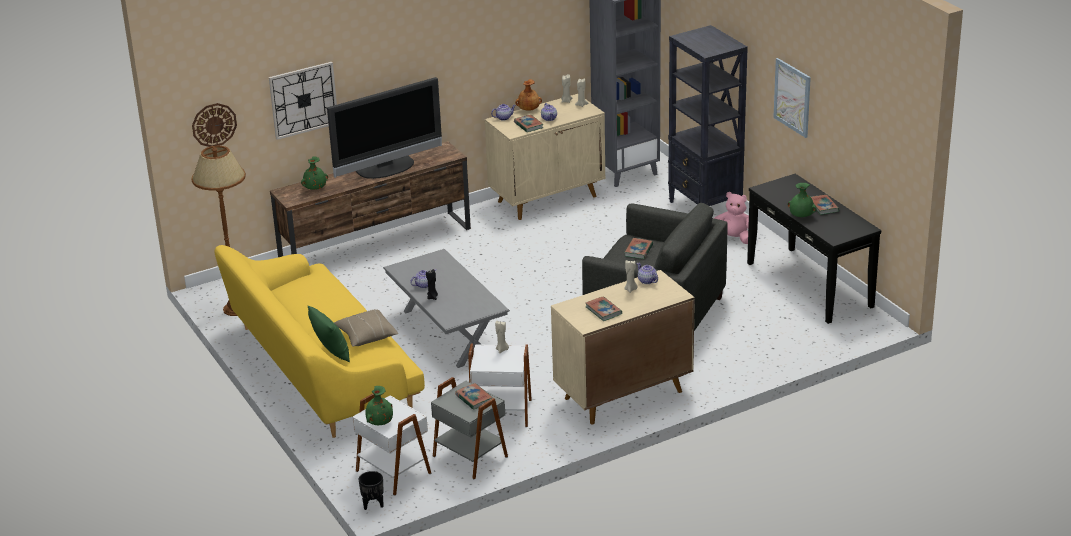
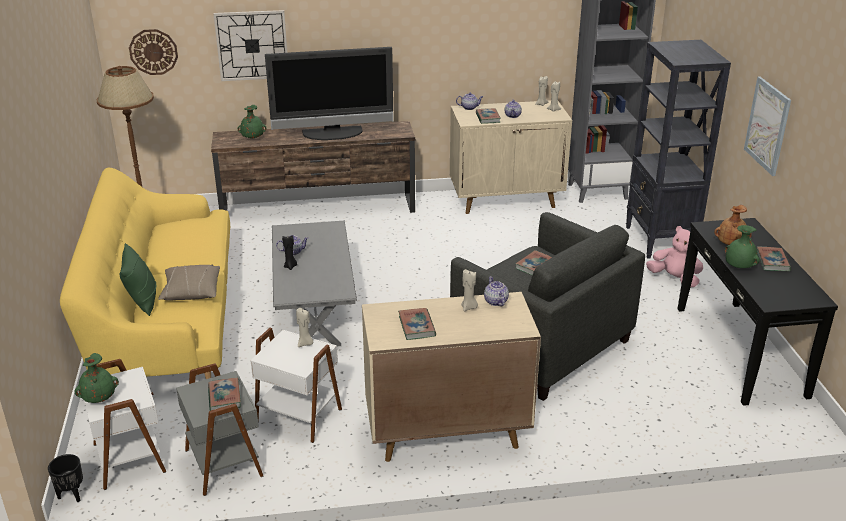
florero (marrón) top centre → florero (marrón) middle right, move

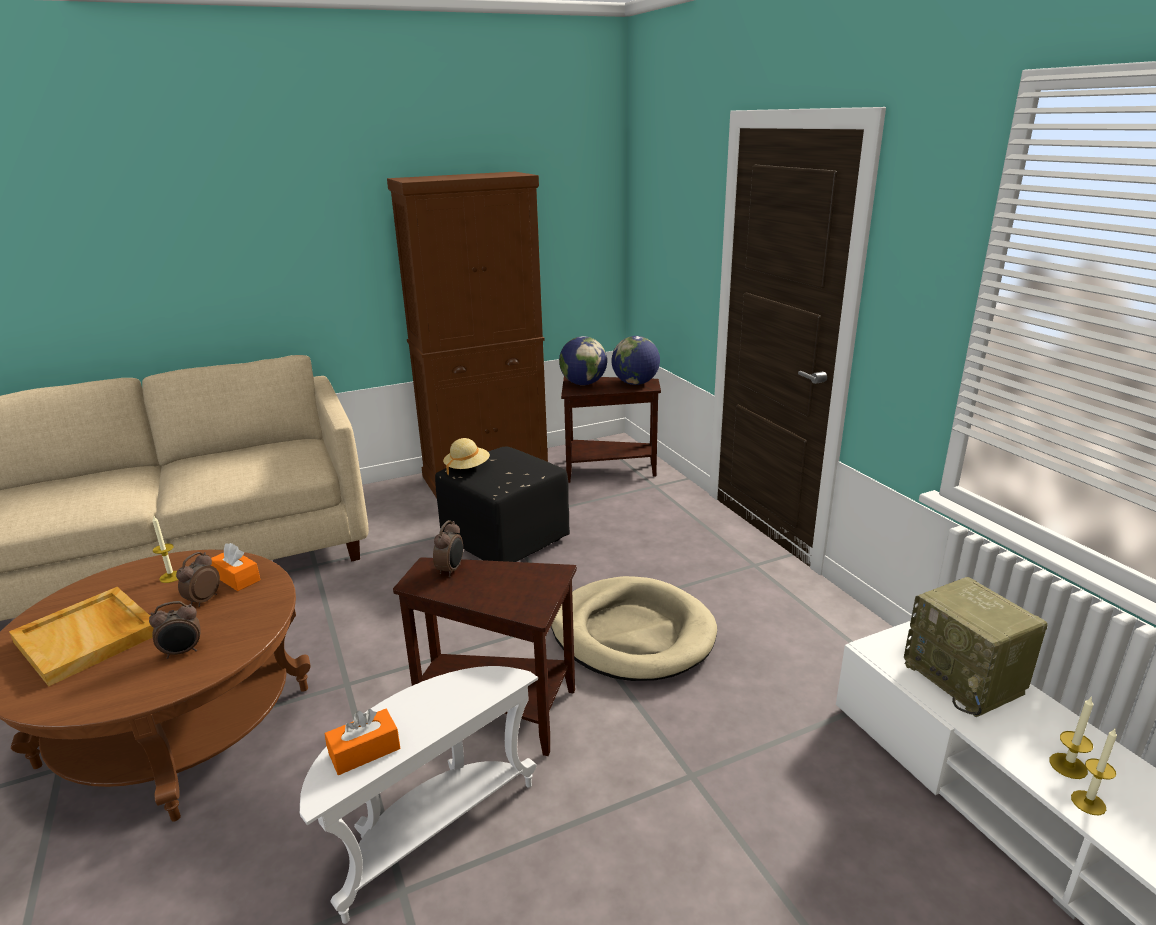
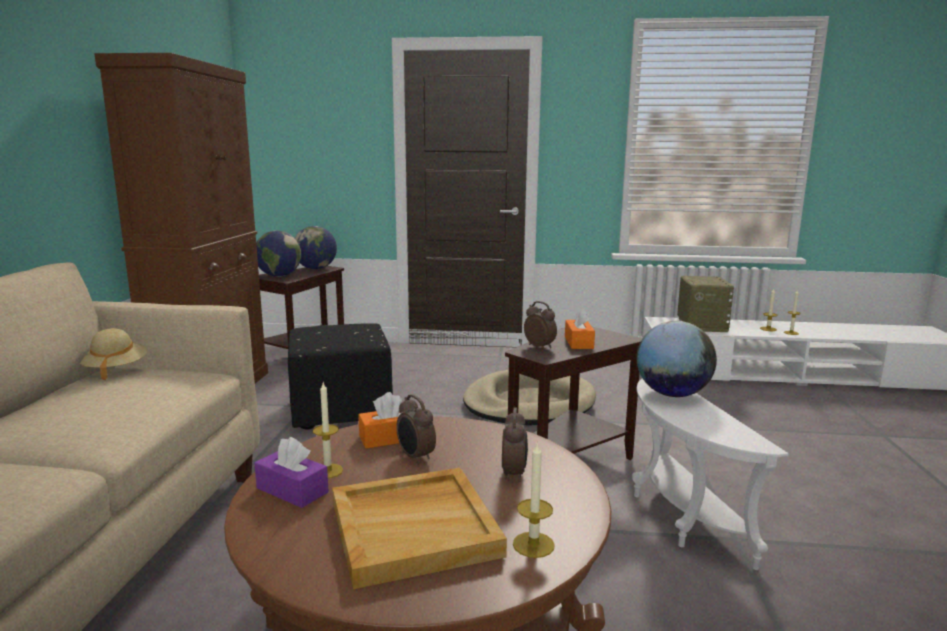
caja de pañuelos (naranja) (2nd from left) bottom left → caja de pañuelos (naranja) (2nd from left) centre, move
sombrero (beis) centre → sombrero (beis) middle left, move
radio bottom right → radio middle right, 90 degrees counterclockwise
- → caja de pañuelos (morado) bottom left
- → vela (2nd from left) bottom centre
- → globo terráqueo (3rd from left) middle right

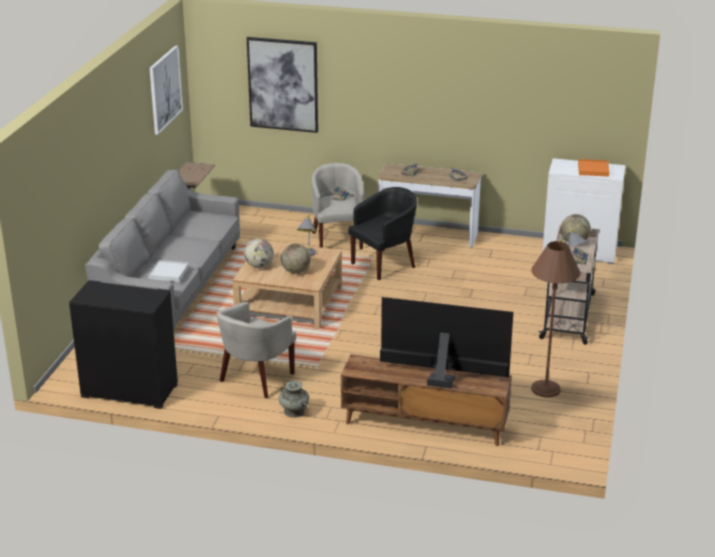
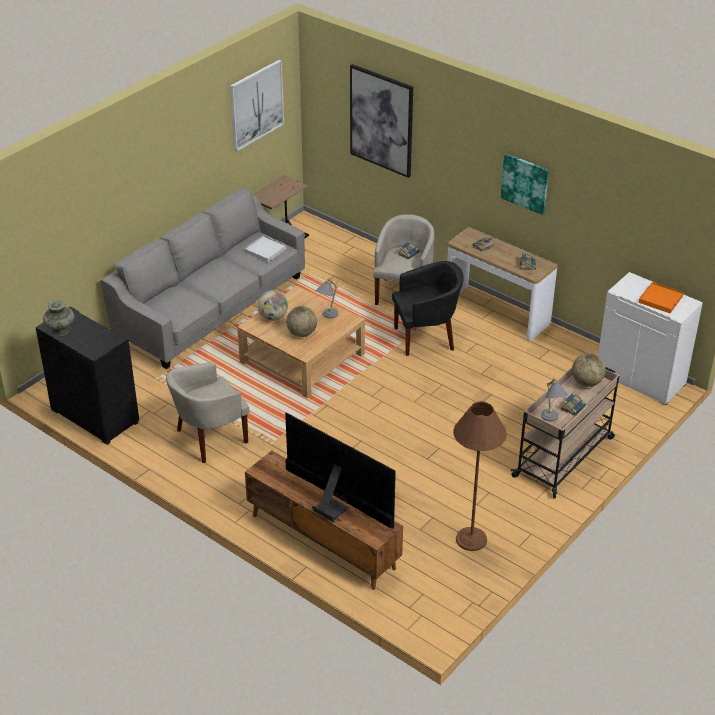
bandeja (blanco) middle left → bandeja (blanco) centre, move
florero (turquesa) bottom centre → florero (turquesa) middle left, move
- → cuadro (3rd from left) top right

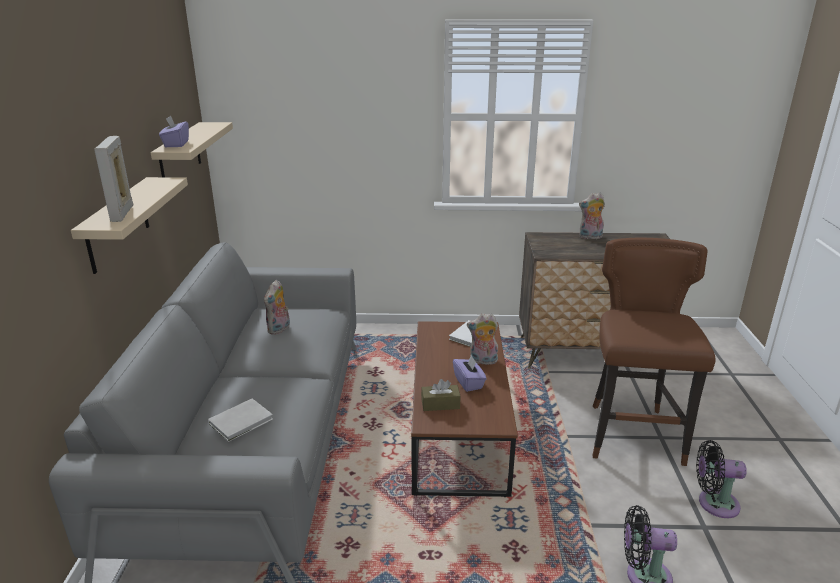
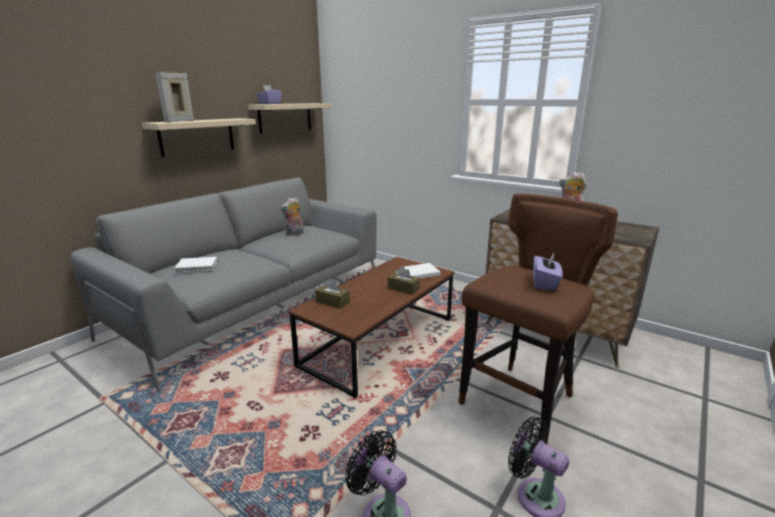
caja de pañuelos (morado) (2nd from left) centre → caja de pañuelos (morado) (2nd from left) middle right, move
peluche (2nd from left) centre → caja de pañuelos (marrón) (2nd from left) centre

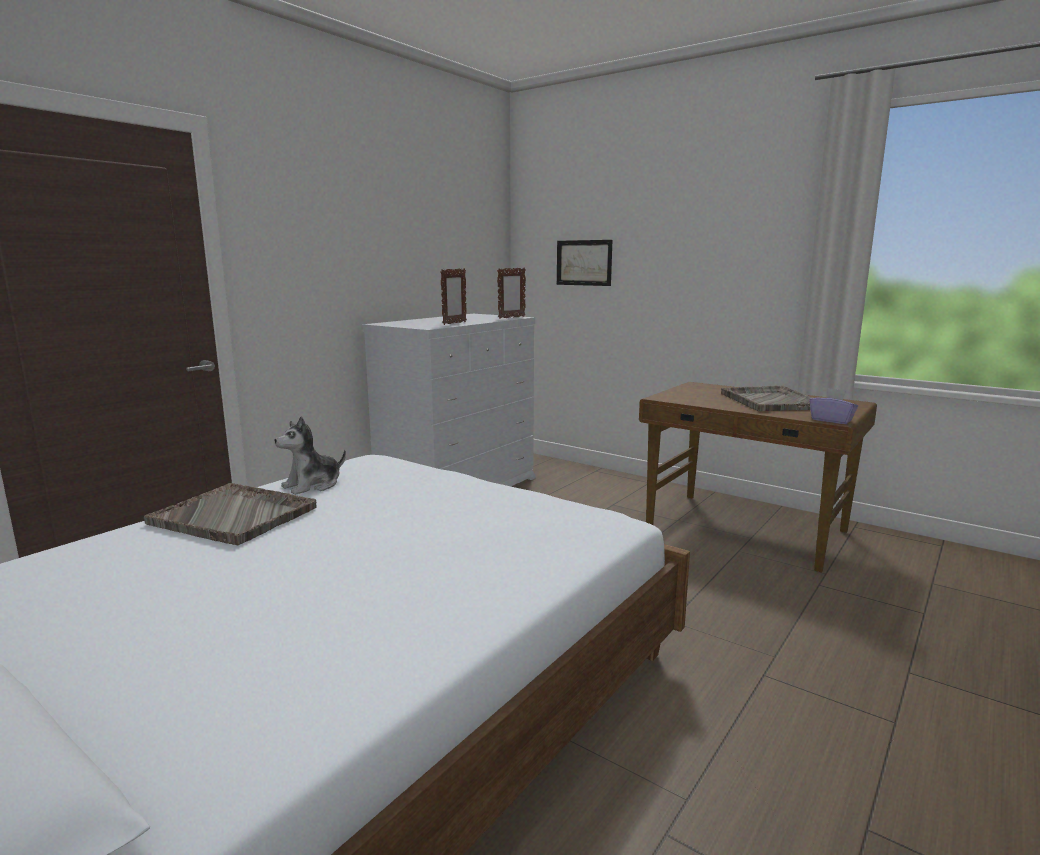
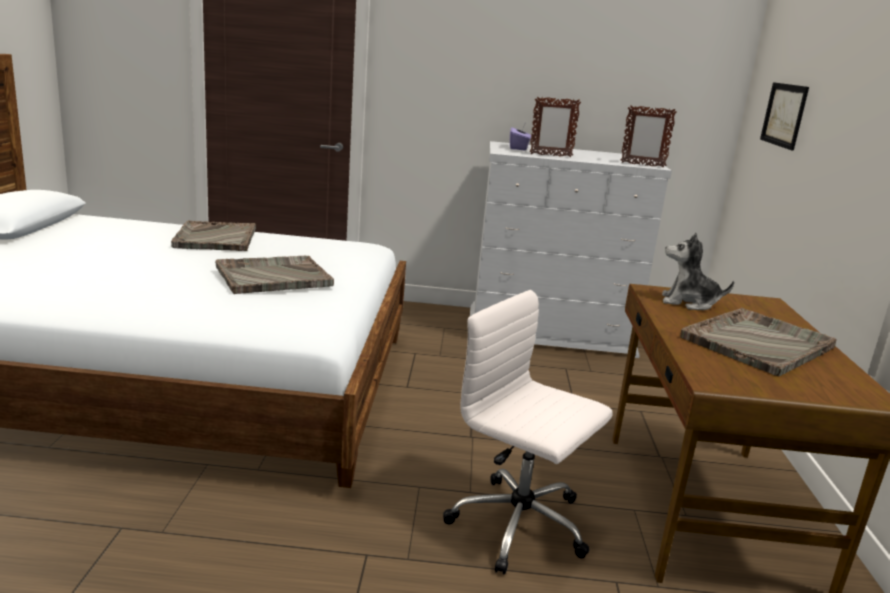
peluche middle left → peluche middle right, move
caja de pañuelos (morado) middle right → caja de pañuelos (morado) top centre, move
- → bandeja (gris) (2nd from left) middle left
- → silla de oficina (blanco) bottom centre

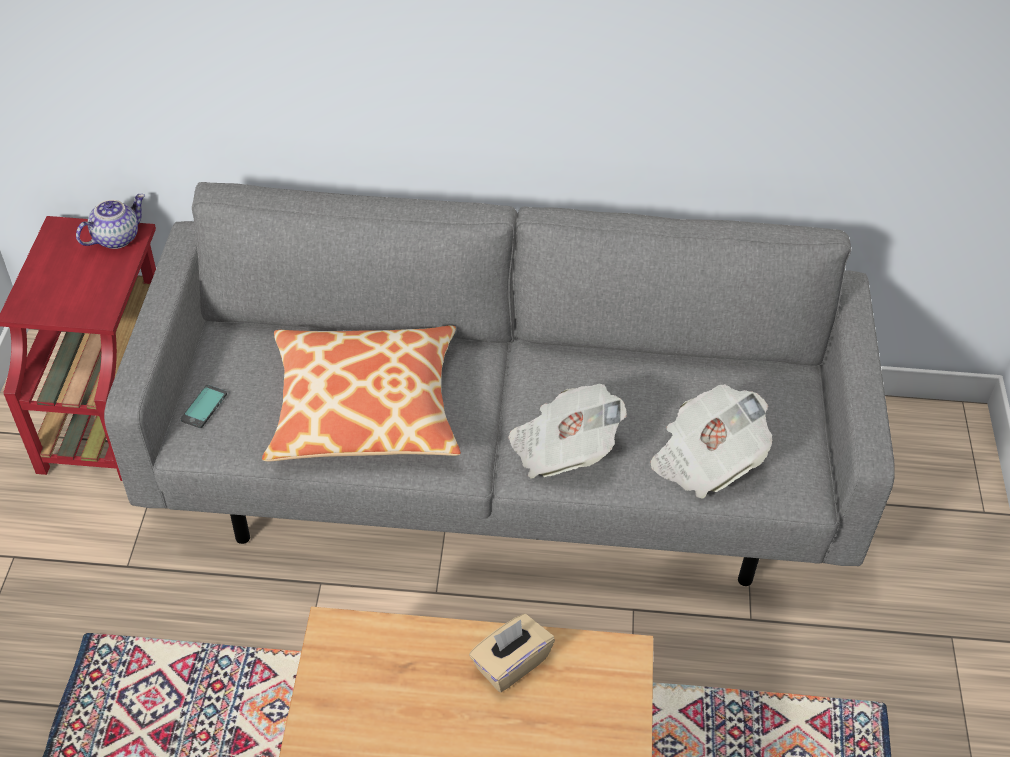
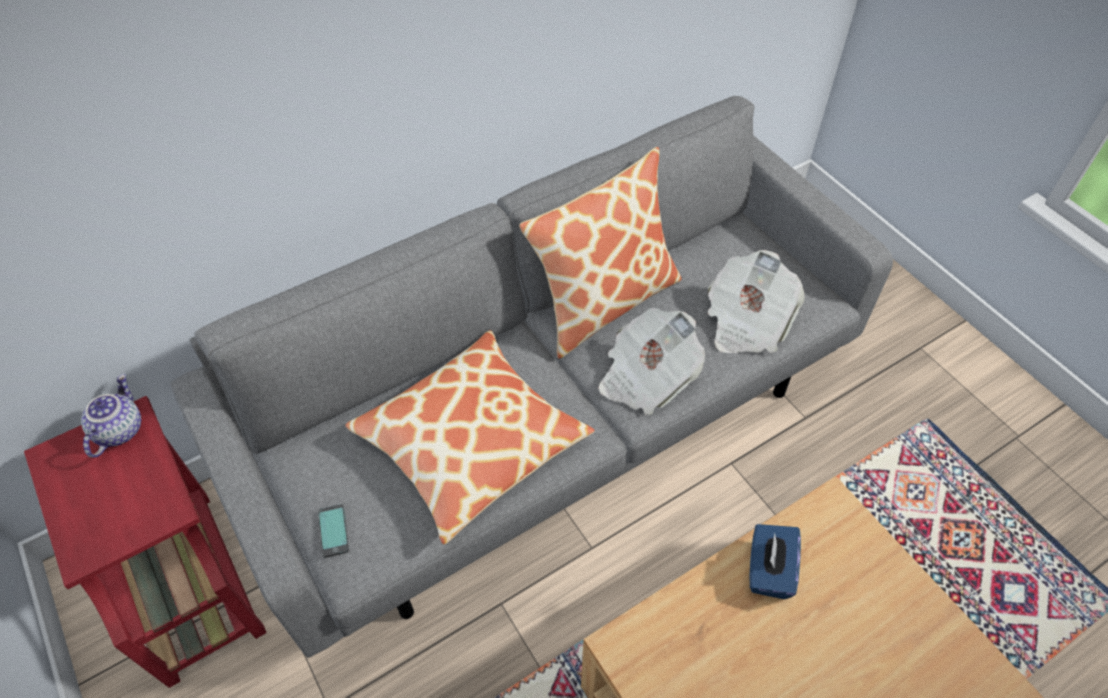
caja de pañuelos (beis) bottom centre → caja de pañuelos (azul) bottom right
- → cojín (2nd from left) centre

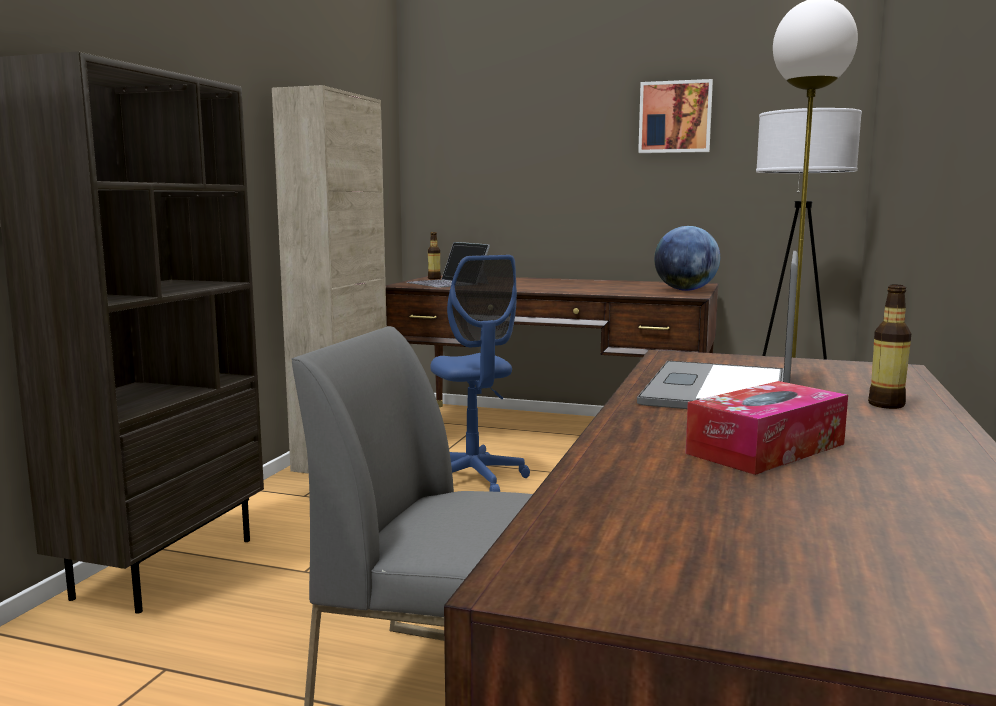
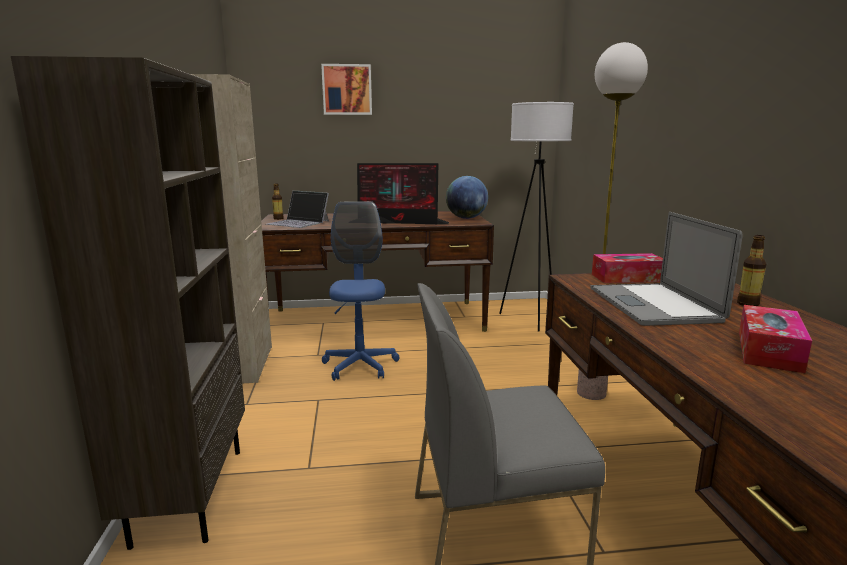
silla de oficina (azul) centre, 135 degrees counterclockwise
cuadro top right → cuadro top centre, move
- → monitor centre
- → caja de pañuelos (1st from left) middle right

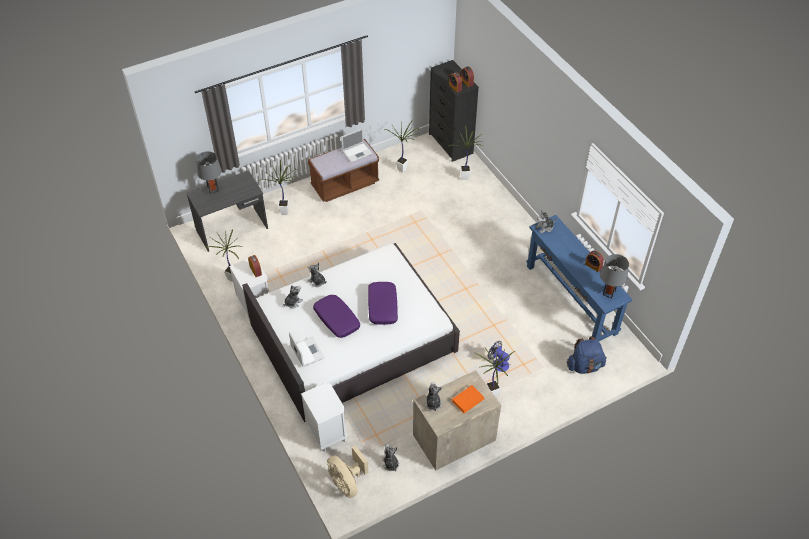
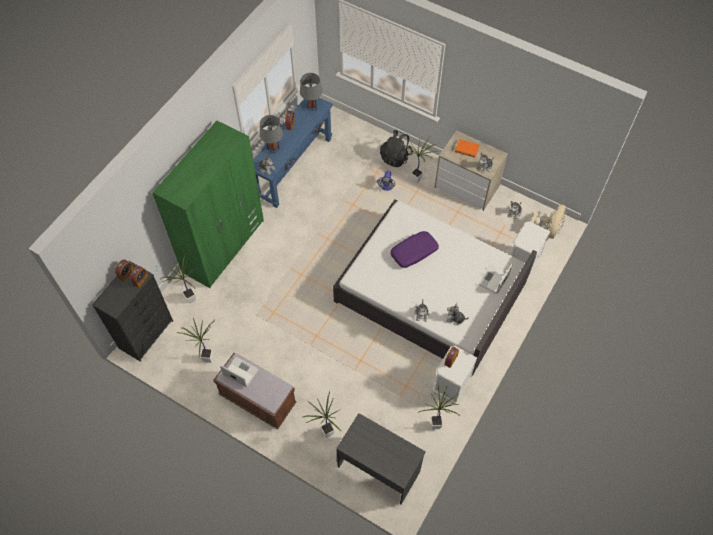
lámpara de mesa (gris) (1st from left) top left → lámpara de mesa (gris) (1st from left) top centre, move
cojín (morado) (1st from left) centre → -
mochila (azul) middle right → -
- → armario ropero (verde) middle left
- → mochila (negro) top centre

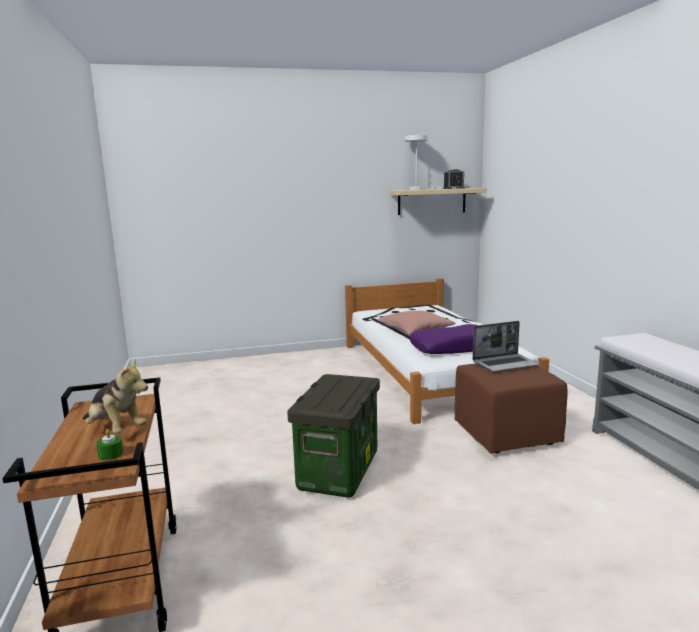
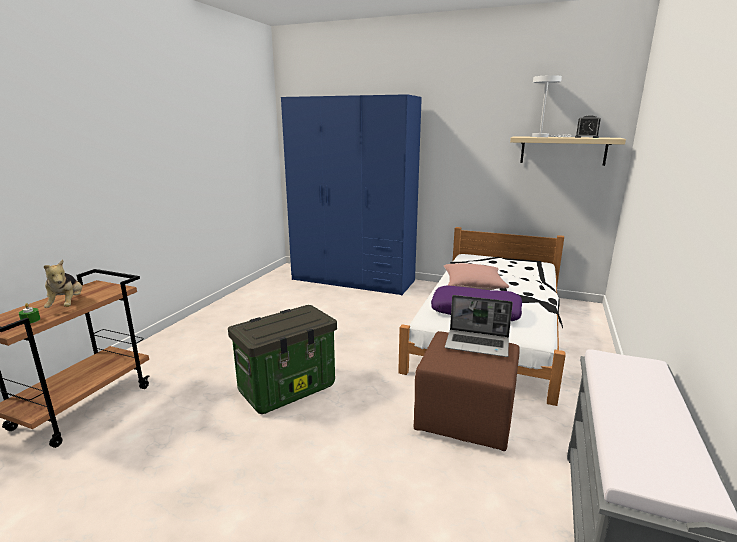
- → armario ropero (azul) centre

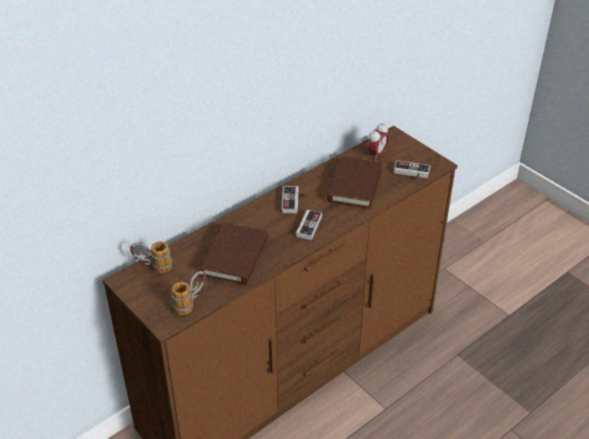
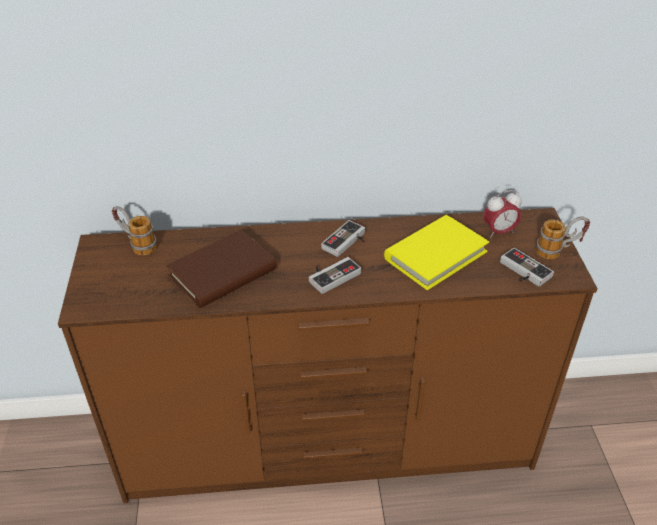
taza grande (2nd from left) bottom left → taza grande (2nd from left) middle right, move
libro (marrón) (2nd from left) centre → libro (amarillo) centre

